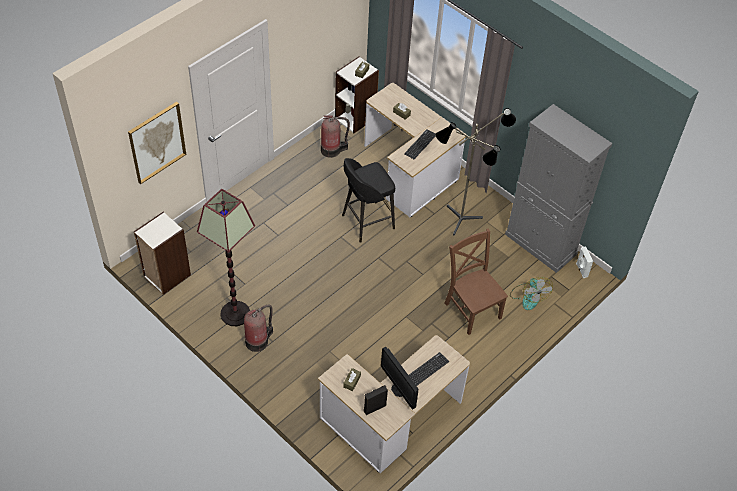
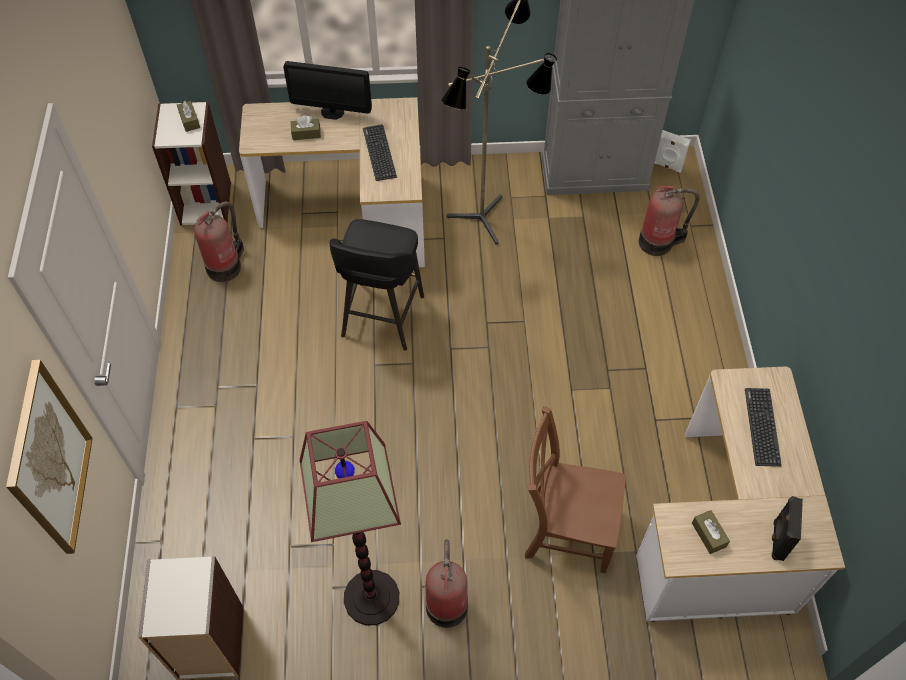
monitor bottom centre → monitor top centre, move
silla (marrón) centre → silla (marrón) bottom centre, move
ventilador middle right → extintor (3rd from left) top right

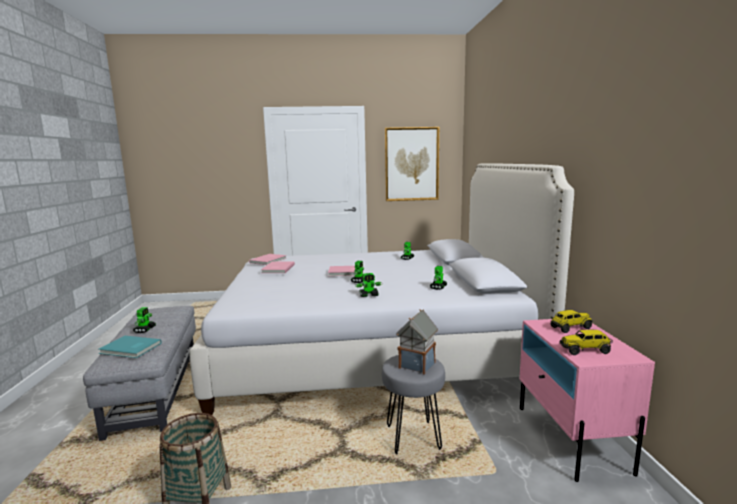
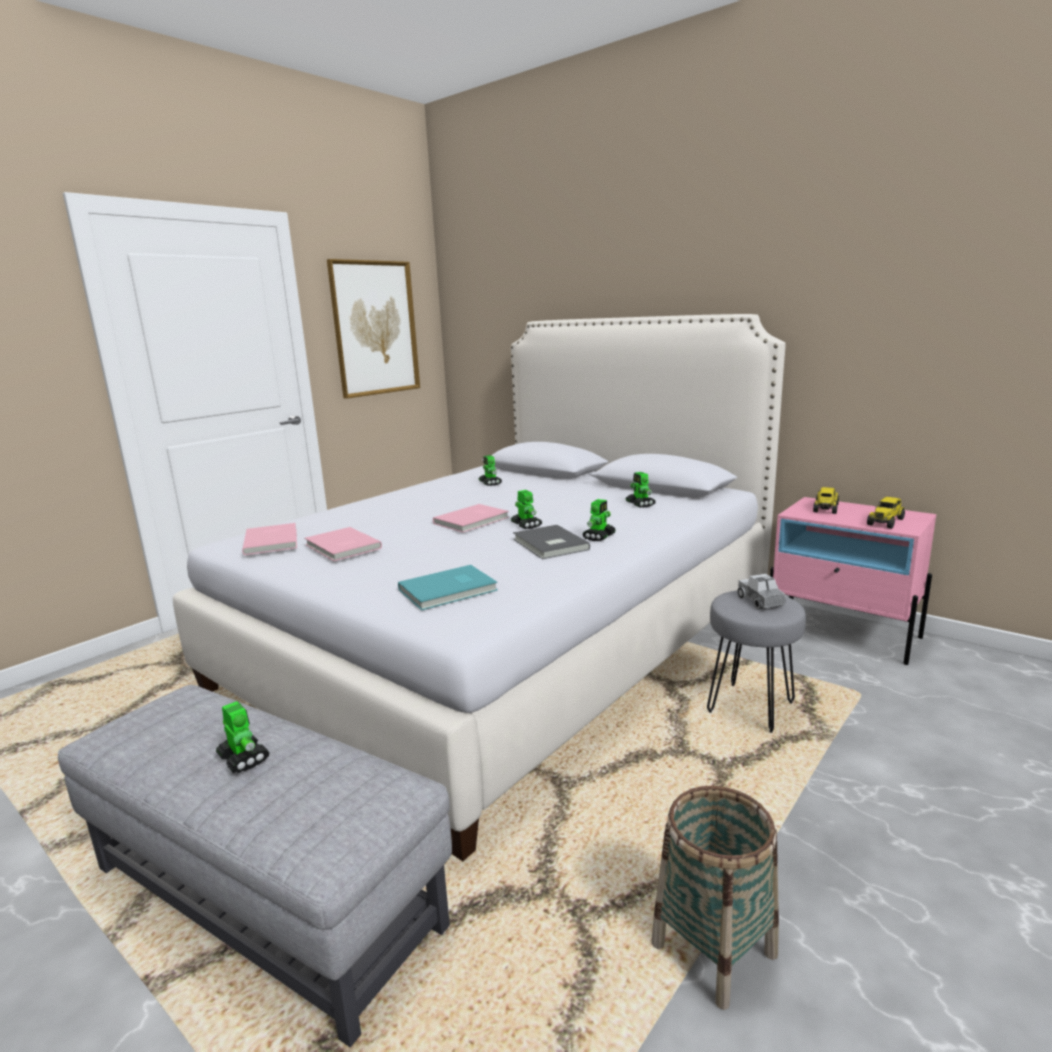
libro (turquesa) bottom left → libro (turquesa) centre, move
casita bottom centre → camión de juguete (1st from left) middle right
- → libro (gris) centre

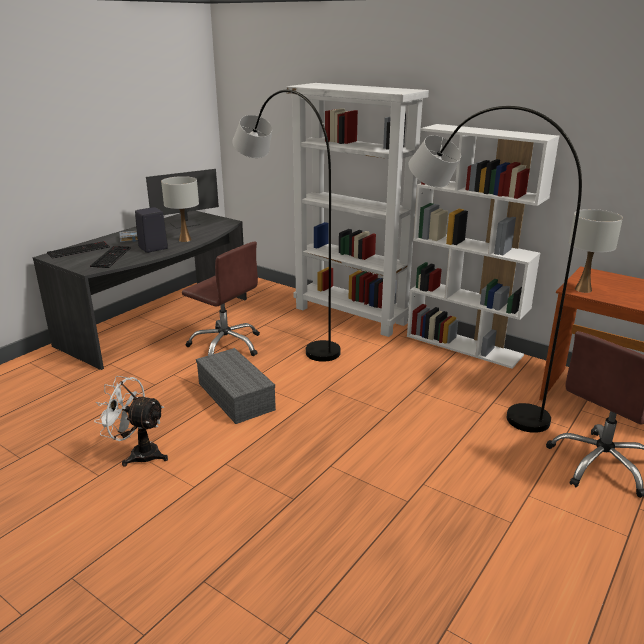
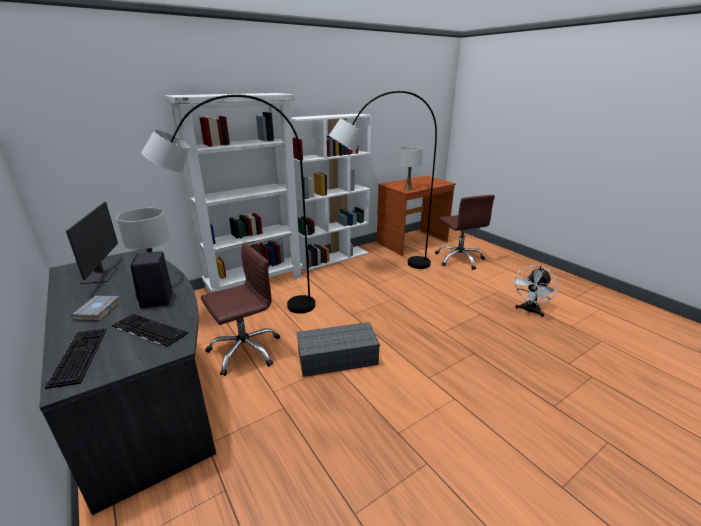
ventilador (blanco) middle left → ventilador (blanco) middle right, move

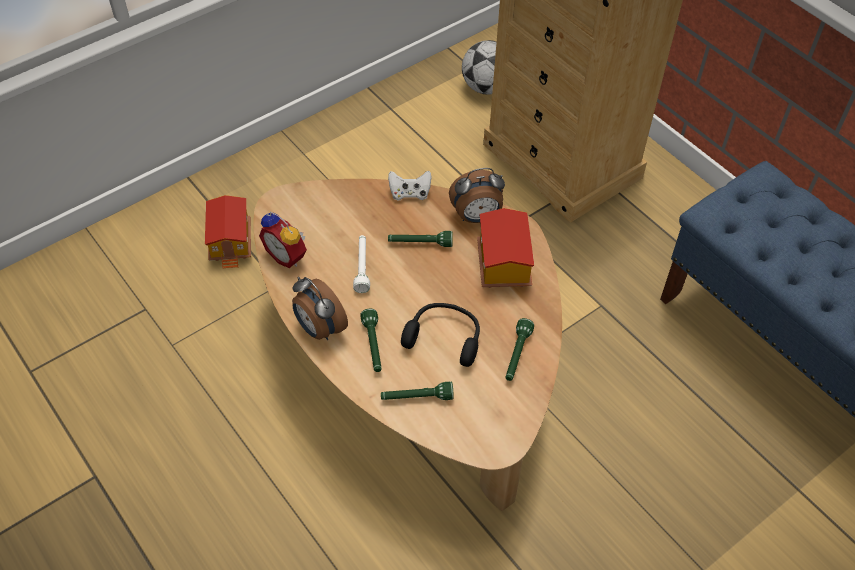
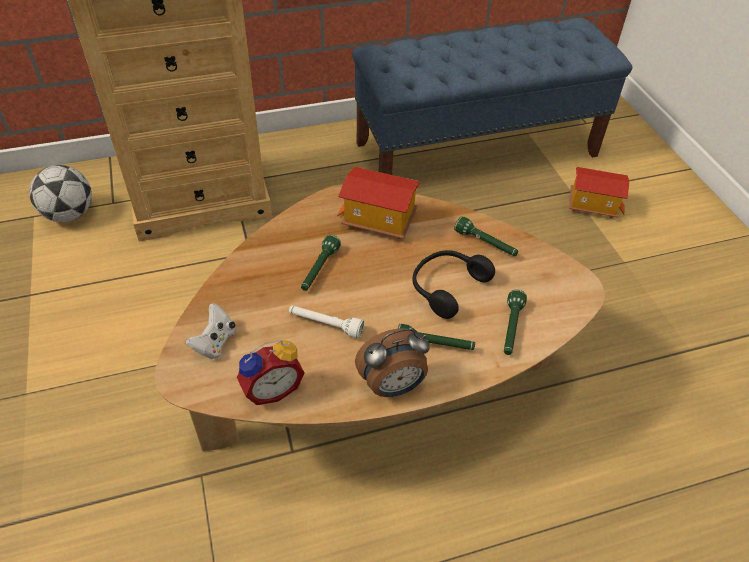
casita (1st from left in the first image) middle left → casita (2nd from left) middle right, move
mando de consola (blanco) top centre → mando de consola (blanco) middle left, move
despertador (3rd from left) centre → -

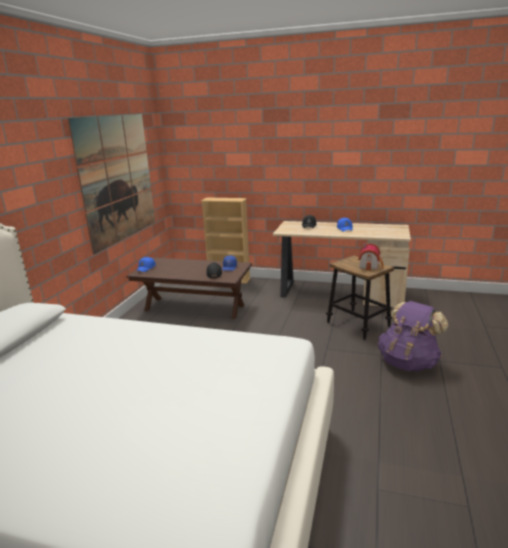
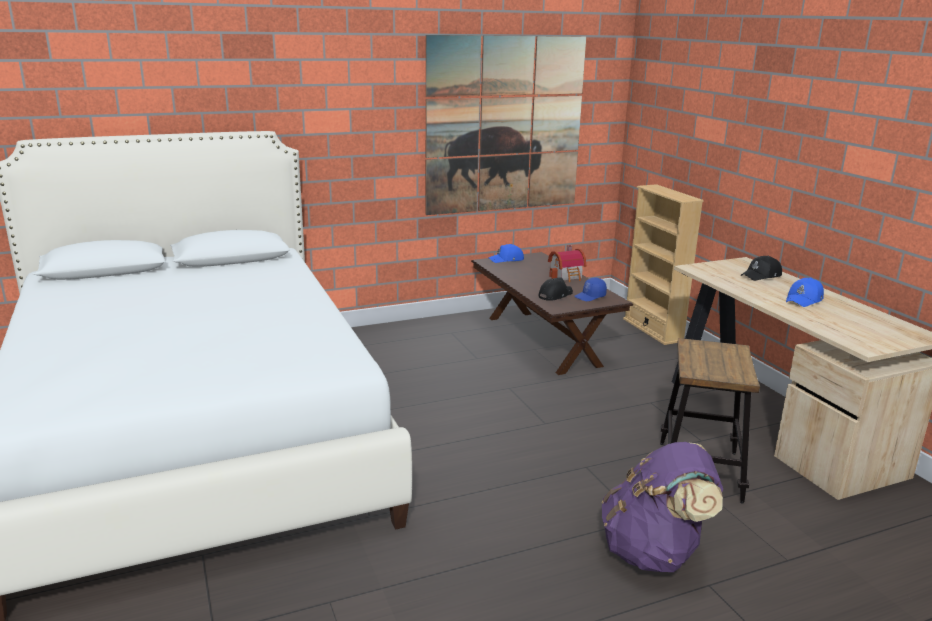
casita middle right → casita centre, move

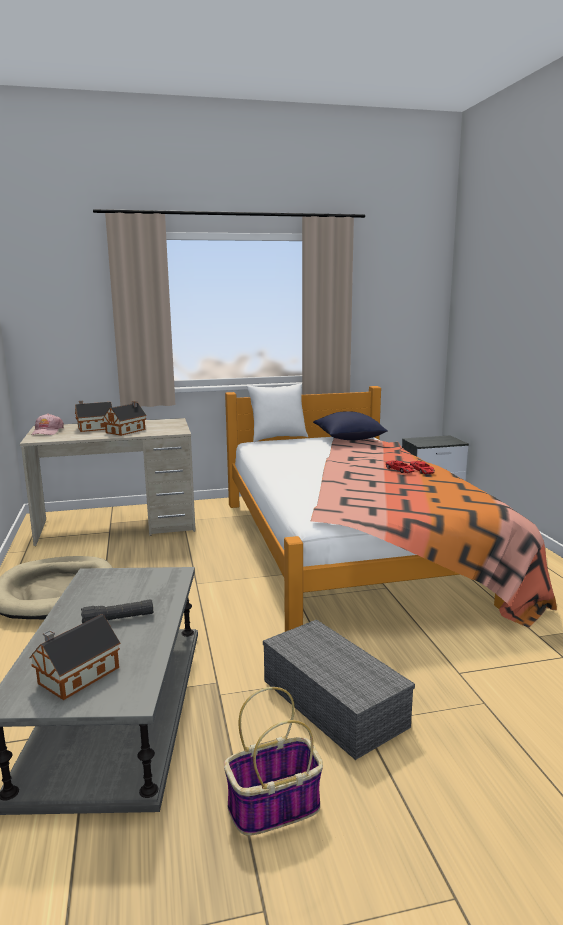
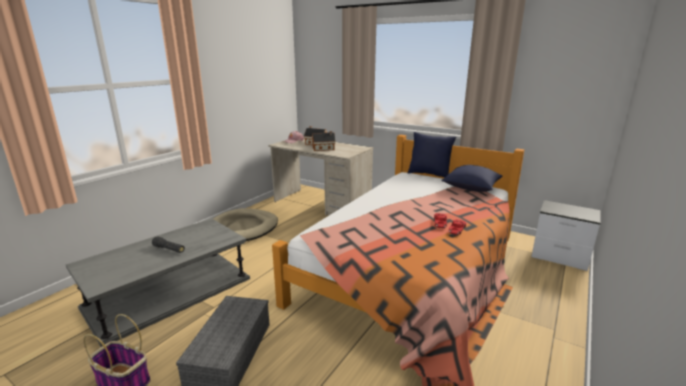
casita (1st from left) bottom left → -
cojín (blanco) centre → cojín (azul) (1st from left) centre

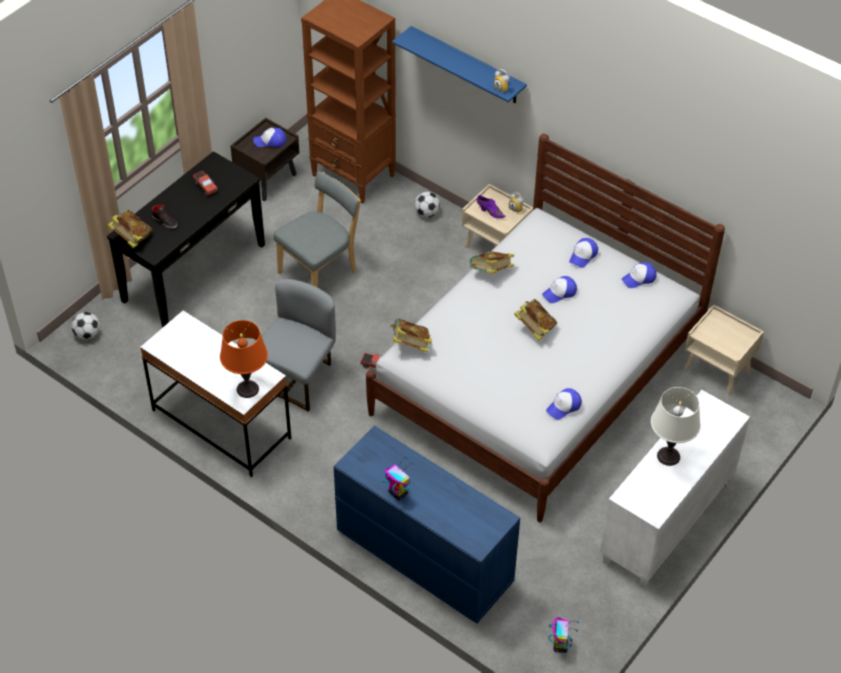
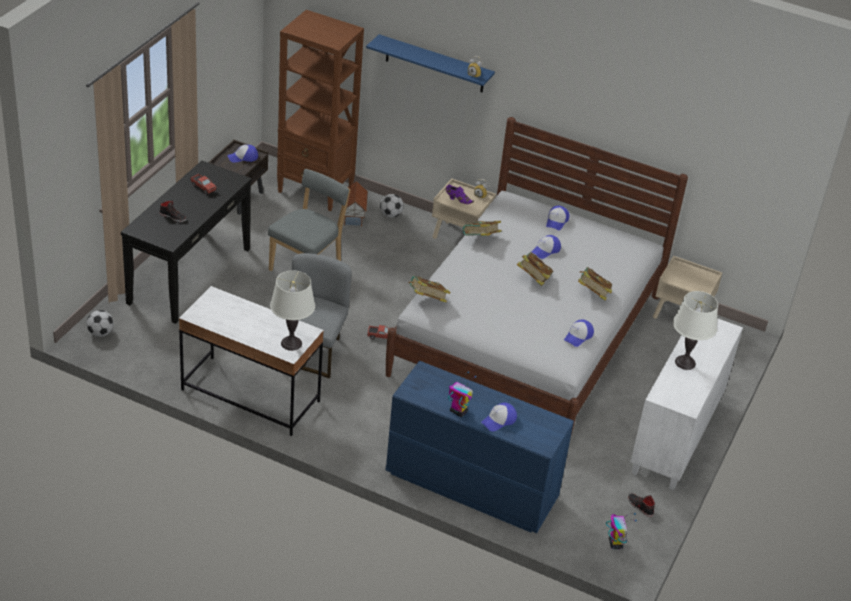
libro (1st from left in the first image) middle left → libro (4th from left) middle right, move
lámpara de mesa (naranja) middle left → lámpara de mesa (blanco) (1st from left) centre
gorra (5th from left in the first image) middle right → gorra (2nd from left) bottom centre, move
- → casita centre
- → zapato (negro) (2nd from left) bottom right

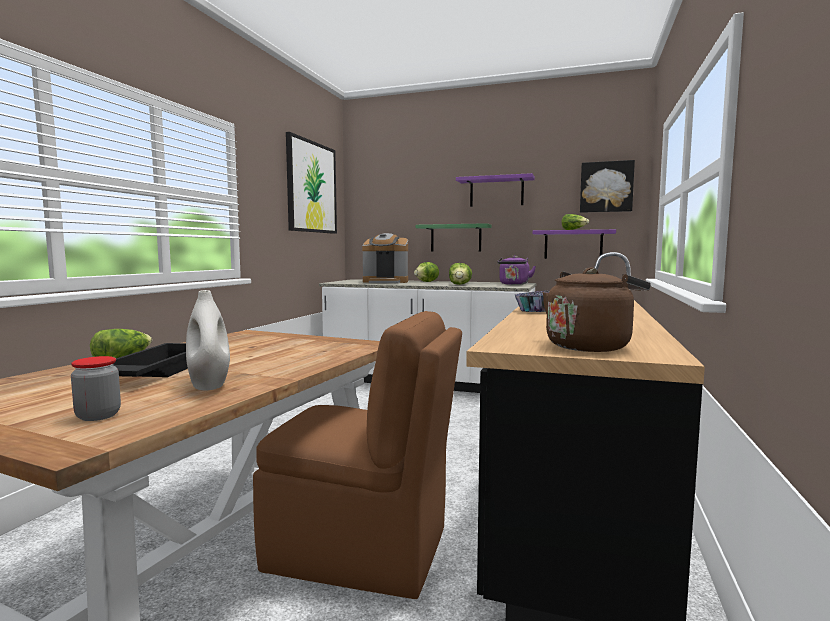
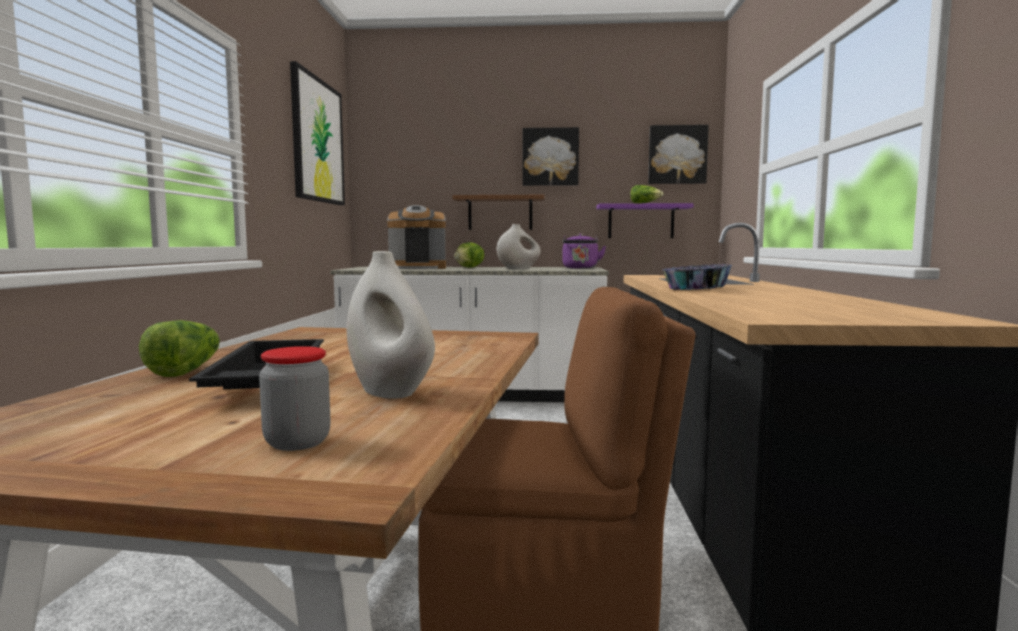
estante (verde) centre → estante (marrón) centre
lechuga (3rd from left) centre → florero (blanco) (2nd from left) centre
estante (morado) (1st from left) top centre → cuadro (2nd from left) top centre
hervidor (marrón) middle right → -

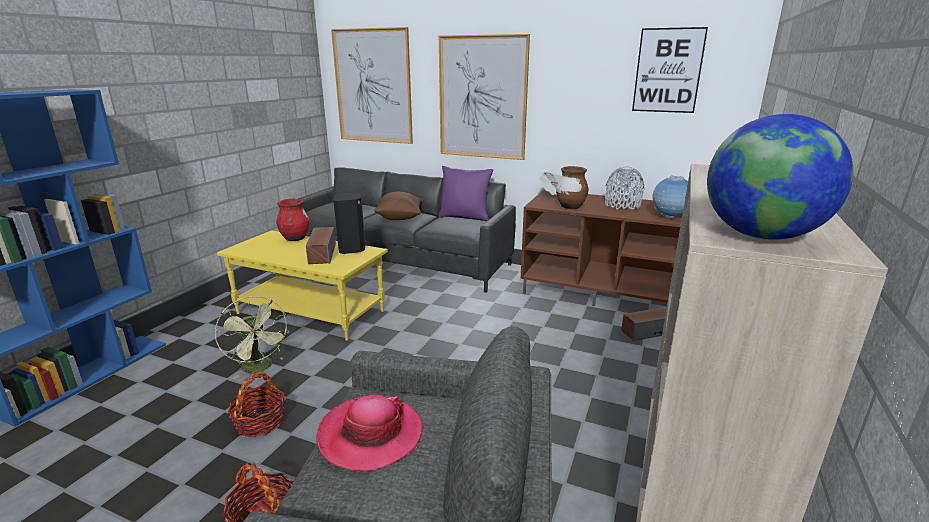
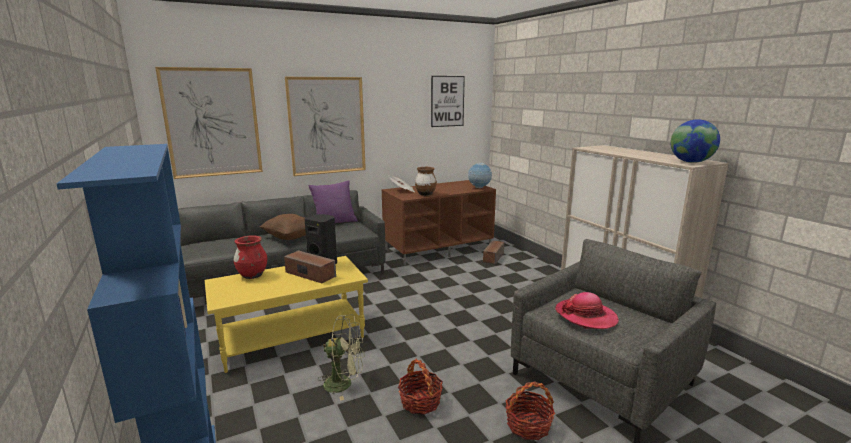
florero (gris) middle right → -

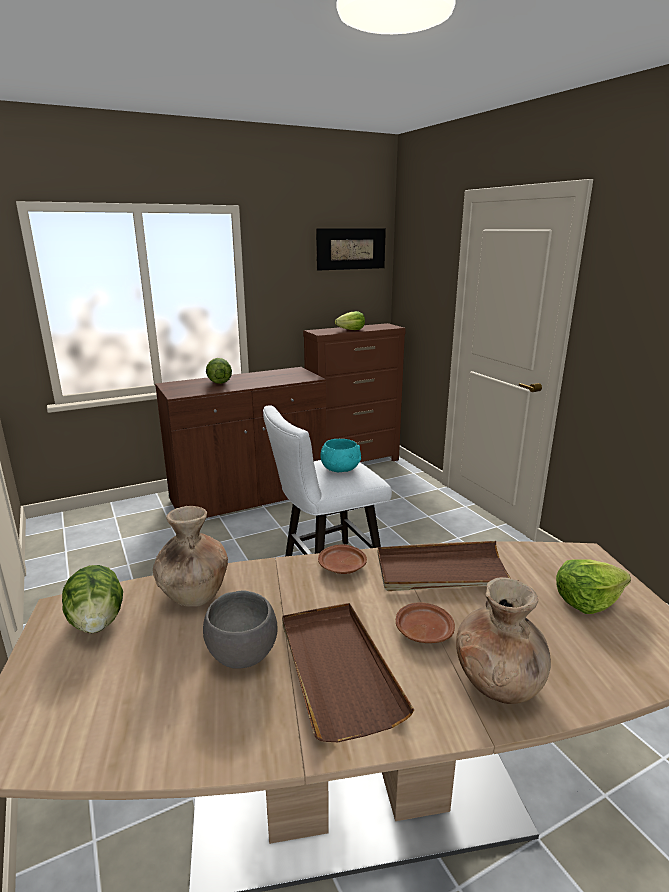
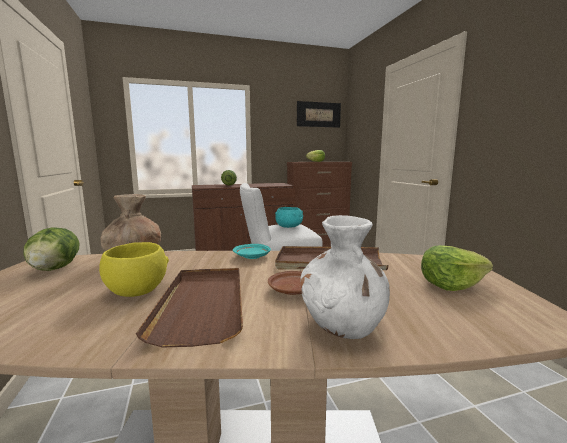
cuenco (gris) bottom centre → cuenco (amarillo) middle left
plato (marrón) (1st from left) centre → plato (turquesa) centre
florero (marrón) (2nd from left) bottom right → florero (blanco) centre

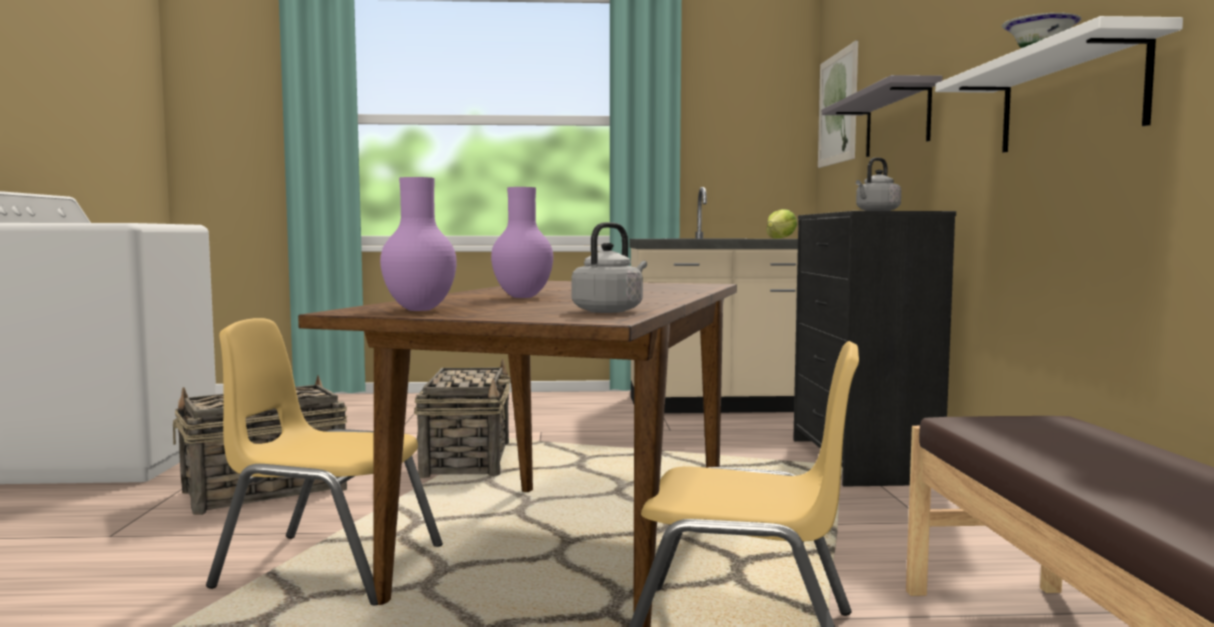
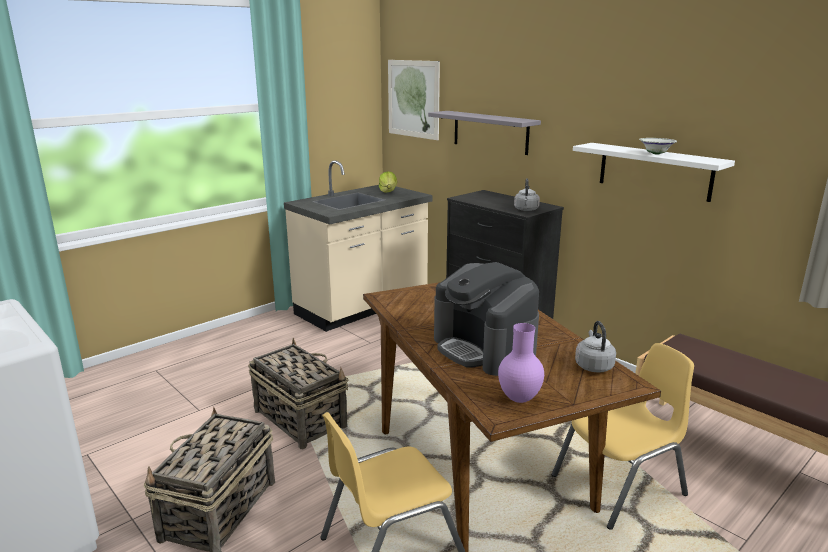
florero (morado) (2nd from left) centre → cafetera centre

